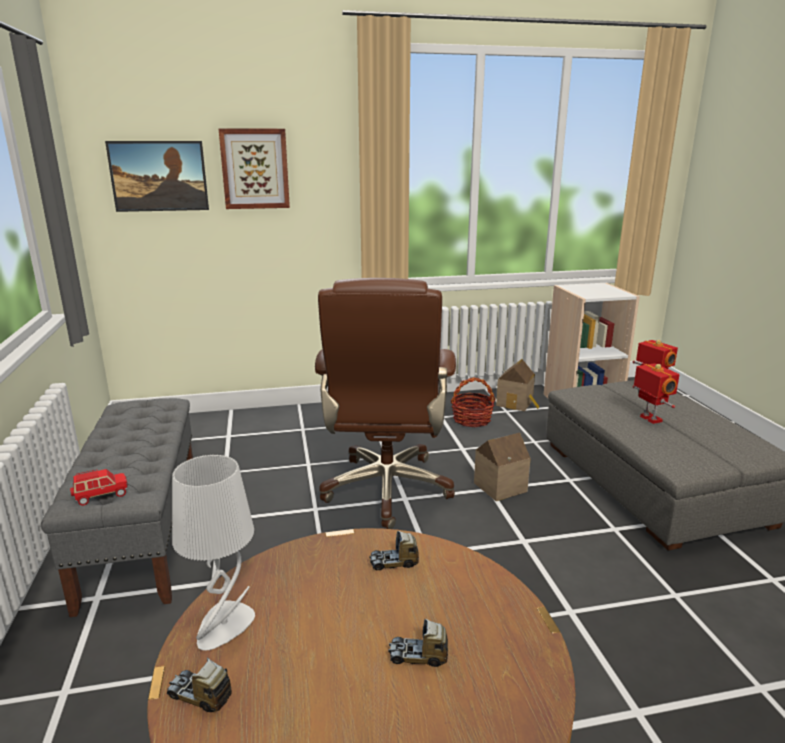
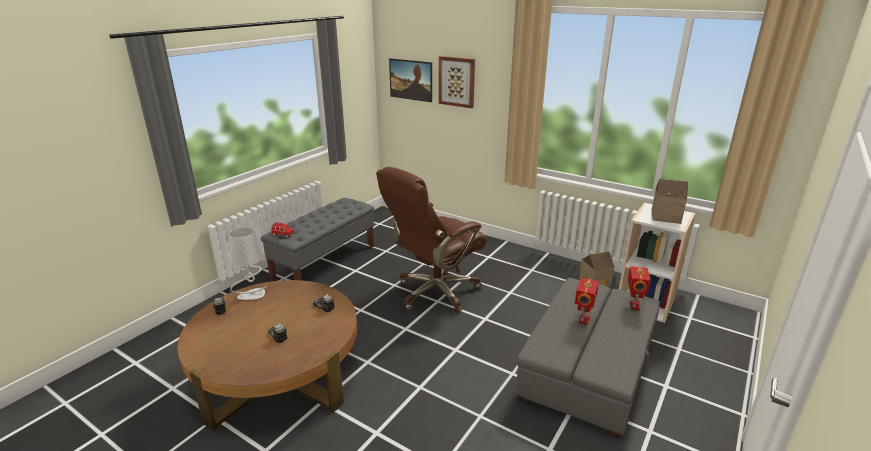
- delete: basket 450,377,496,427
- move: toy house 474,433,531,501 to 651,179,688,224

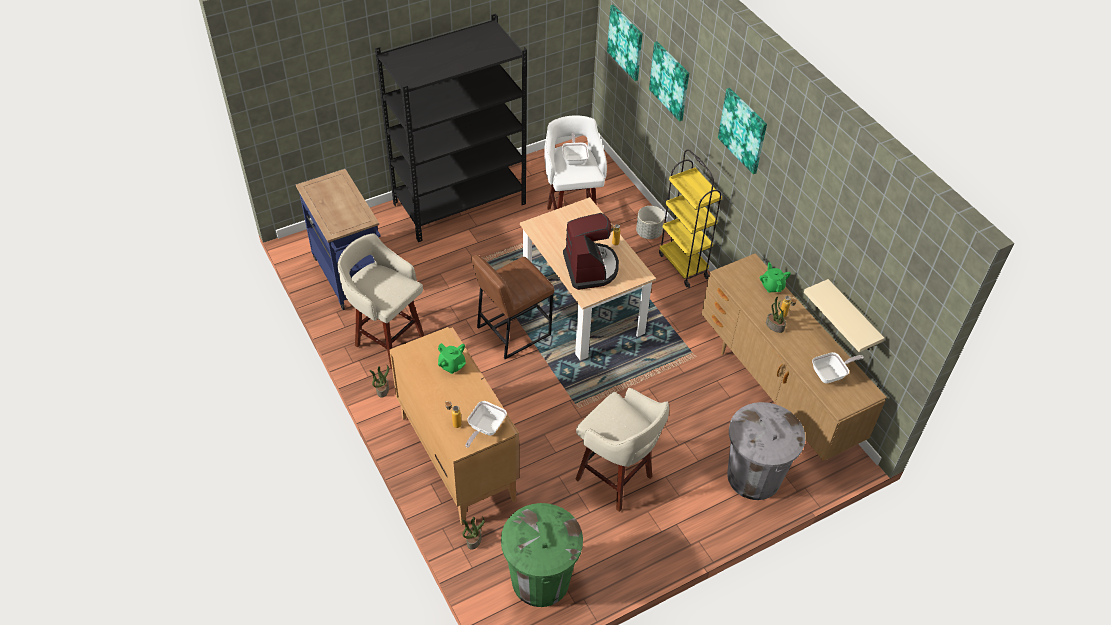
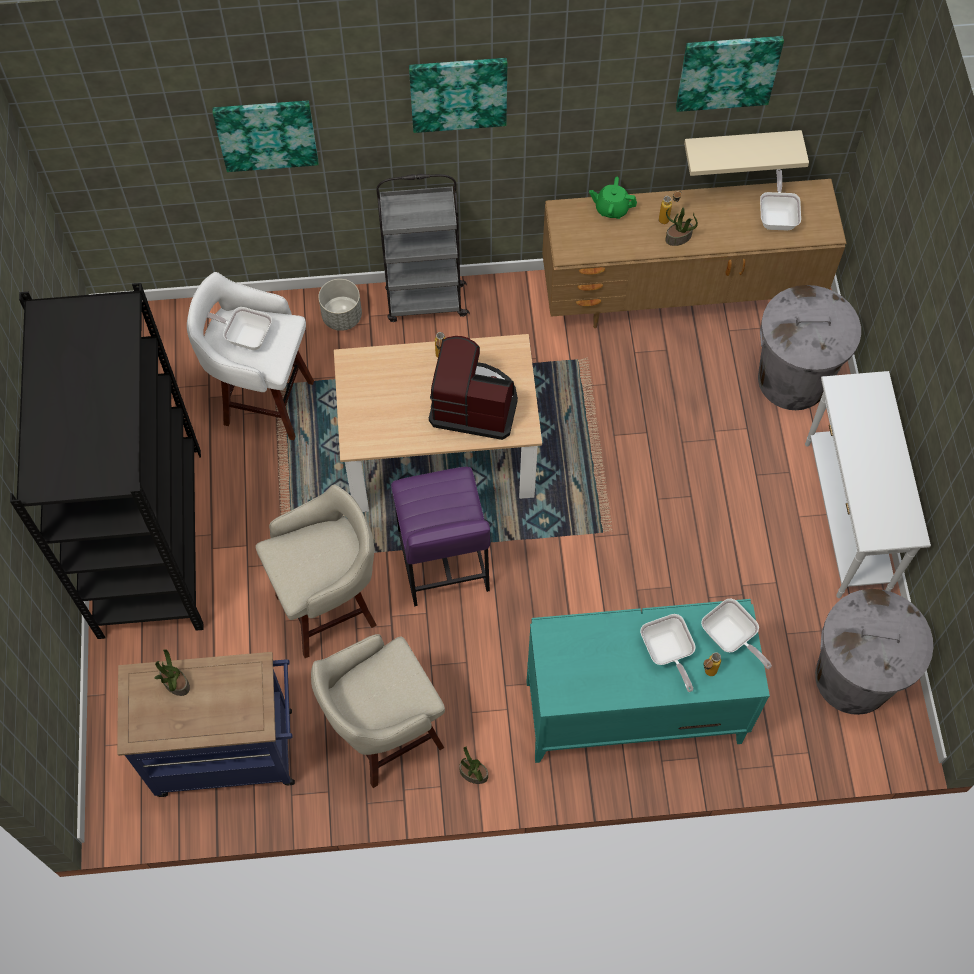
- delete: green-coloured pot for tea 438,343,466,374
- insert: pan 640,614,696,692
- insert: white console table 805,371,931,598
- move: potted plant 462,517,485,550 to 154,650,190,696
- move: beige-coloured stool seat 575,388,669,512 to 256,485,377,658
- move: wall picture 607,5,643,81 to 676,36,784,112
- recolor: brown cupboard 389,327,519,525 to turquoise cupboard 526,599,770,763
- recolor: brown chair 471,255,554,359 to purple-coloured chair 391,467,490,606
- recolor: green-coloured waste bin 501,503,583,607 to grey waste bin 815,589,933,715
- recolor: yellow wheeled cart 659,150,722,288 to grey wheeled cart 376,174,470,322

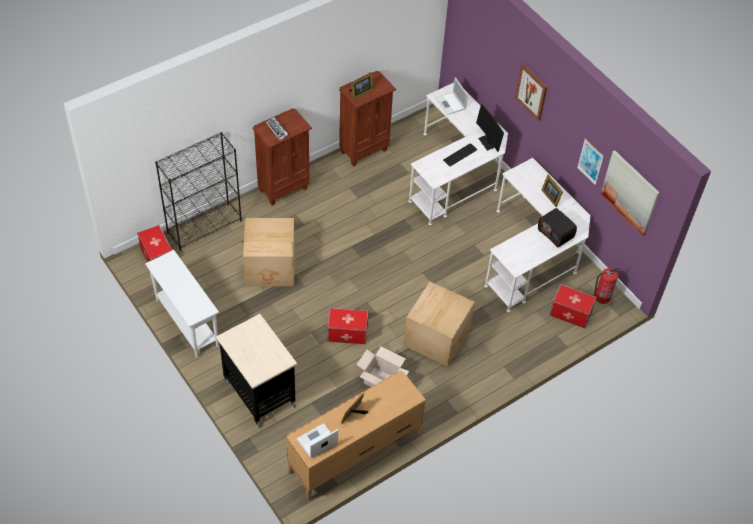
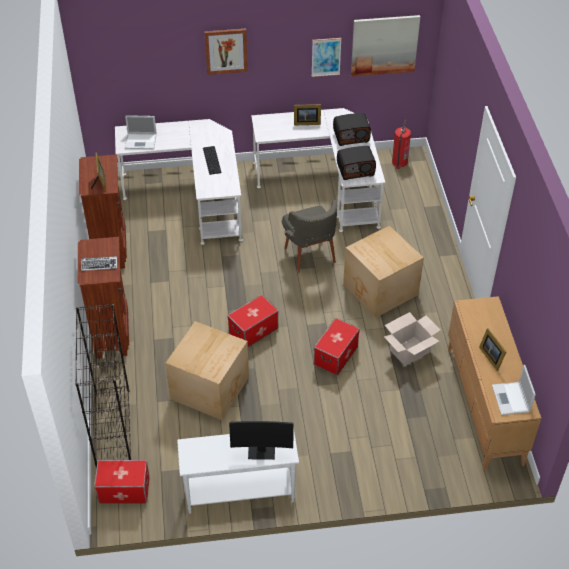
- delete: blackish wheeled cart 216,314,297,428
- insert: grey chair 282,200,337,273
- insert: radio receiver 337,146,376,180
- move: monitor 476,104,504,152 to 229,421,294,460
- move: storage bin 550,284,597,328 to 227,295,279,347

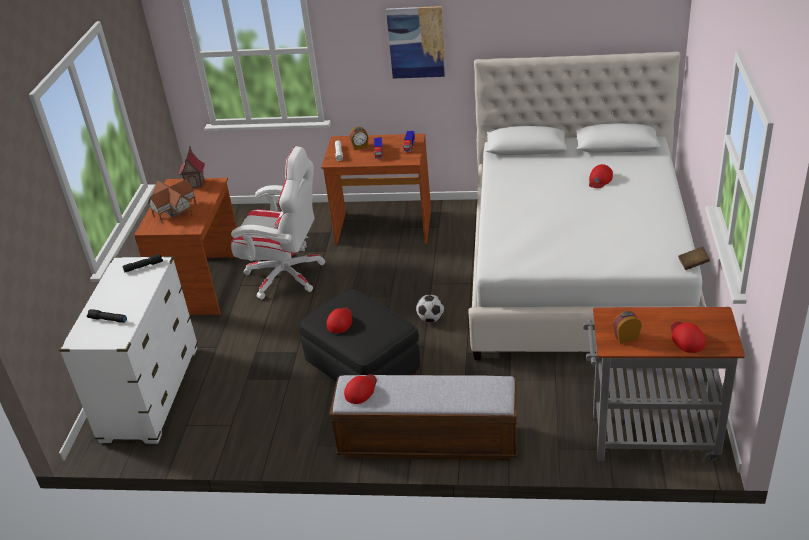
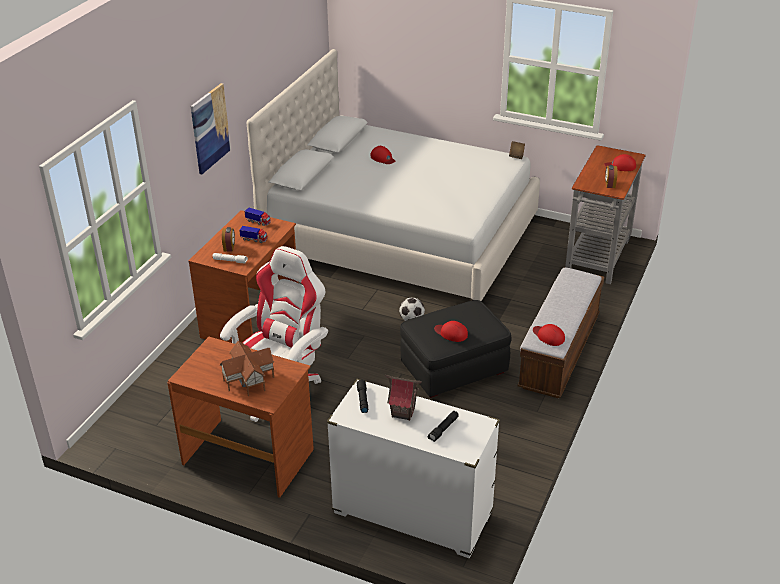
- move: toy house 179,146,205,188 to 385,375,422,421

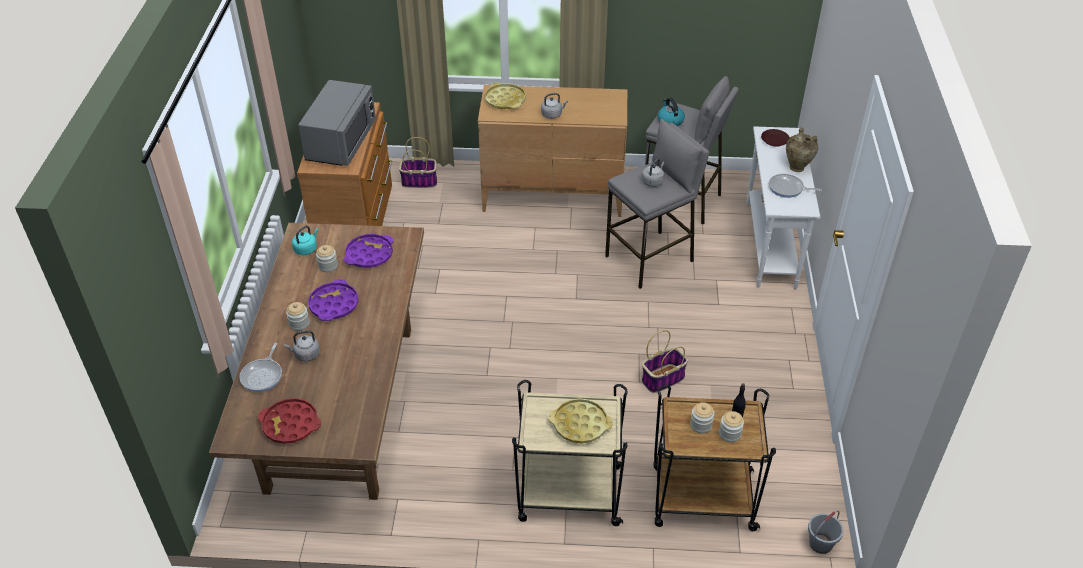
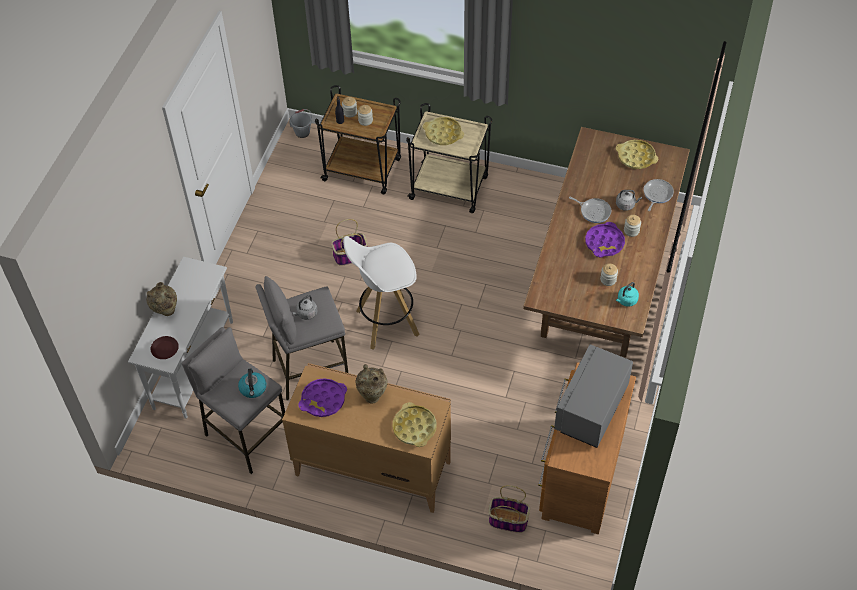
- insert: white stool seat 343,236,419,350
- move: purple-coloured carrying tray 344,234,393,268 to 298,378,347,417
- move: pan 769,174,822,198 to 569,197,611,223
- replace: grey tea kettle 541,93,568,119 to beige-coloured decorative vase 356,364,388,403
- recolor: red carrying tray 258,398,321,444 to yellow carrying tray 616,140,658,169

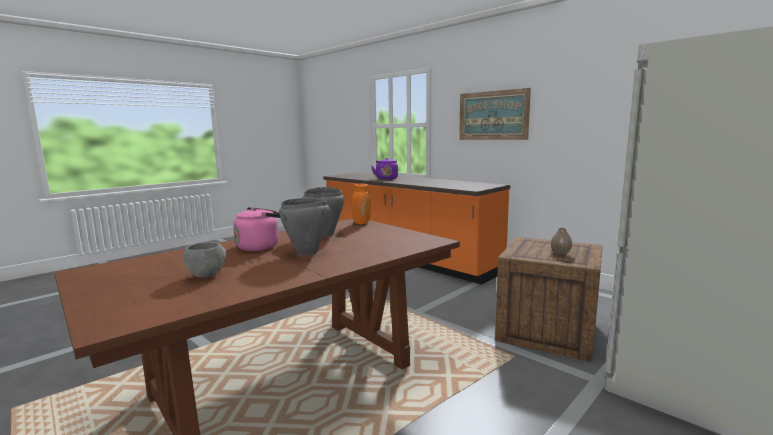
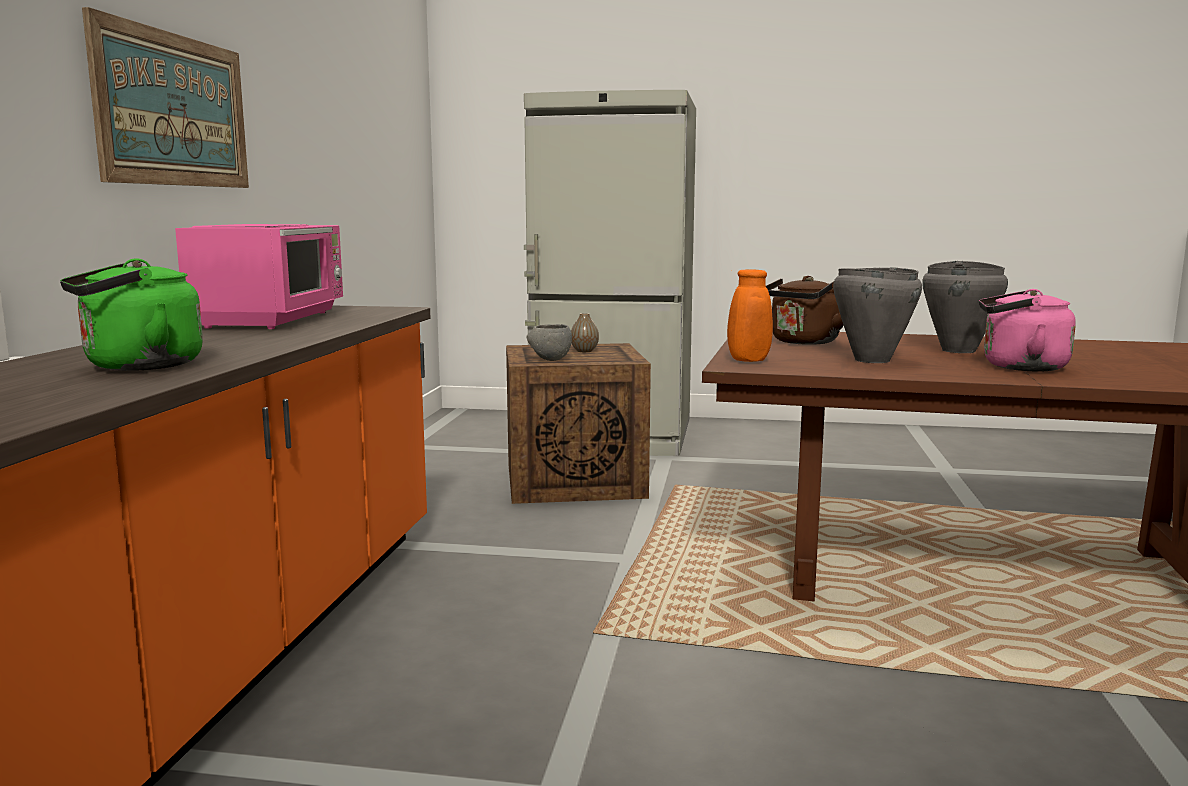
- insert: pinkish kitchen microwave 175,224,343,329
- insert: brown tea kettle 766,276,844,345
- move: grey serving bowl 183,242,227,278 to 527,324,572,361
- recolor: purple-coloured tea kettle 371,158,398,180 to green-coloured tea kettle 60,259,203,371

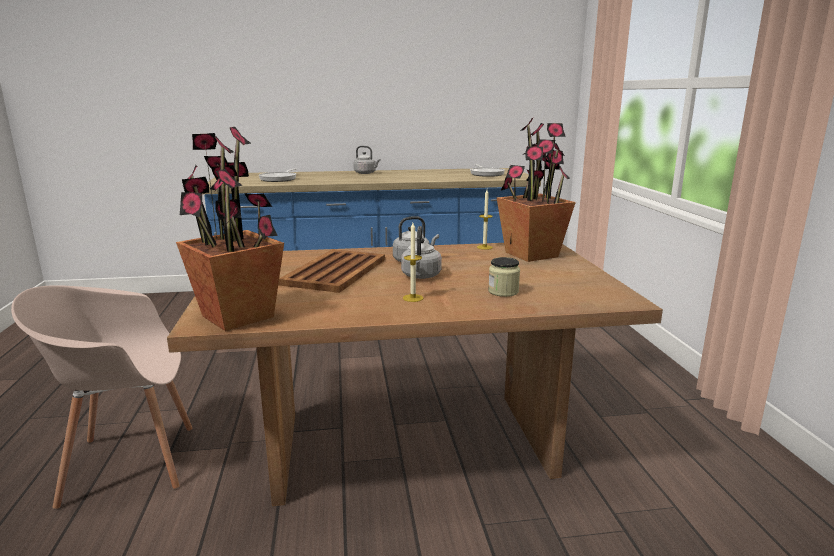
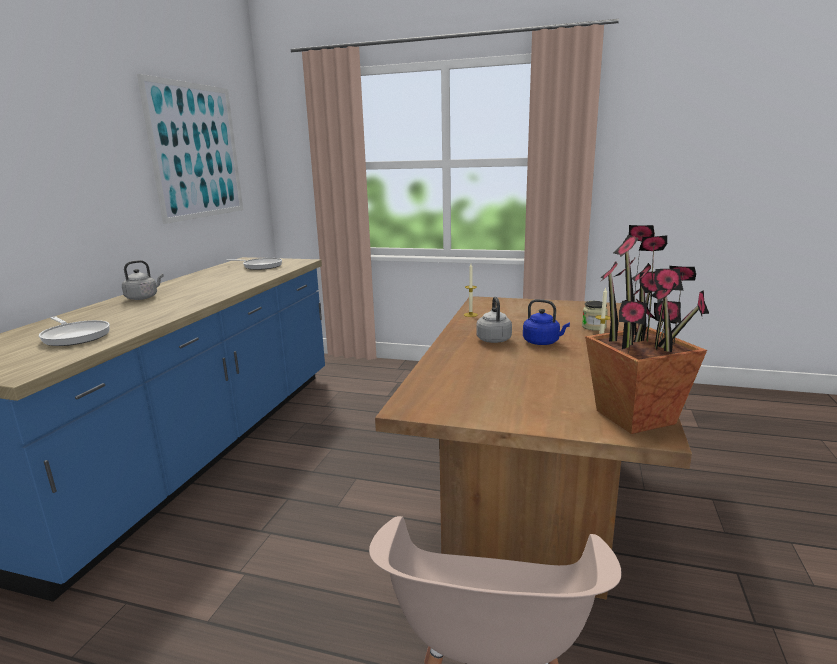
- delete: brown carrying tray 278,249,385,293
- delete: potted plant 497,118,576,262
- insert: wall picture 137,74,243,224
- recolor: grey tea kettle 401,226,442,279 to blue-coloured tea kettle 523,299,570,345

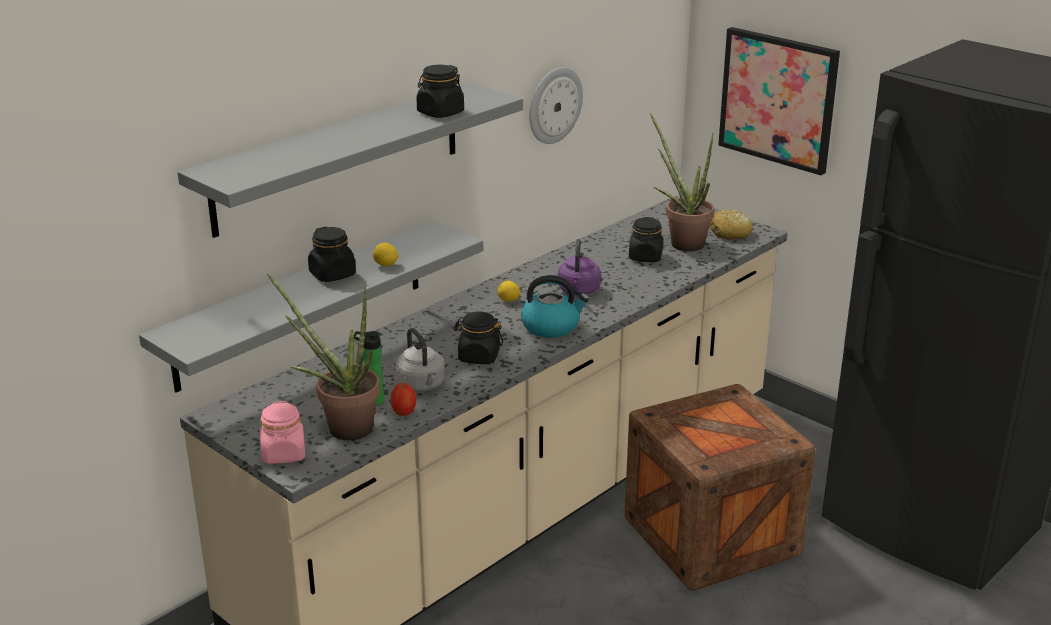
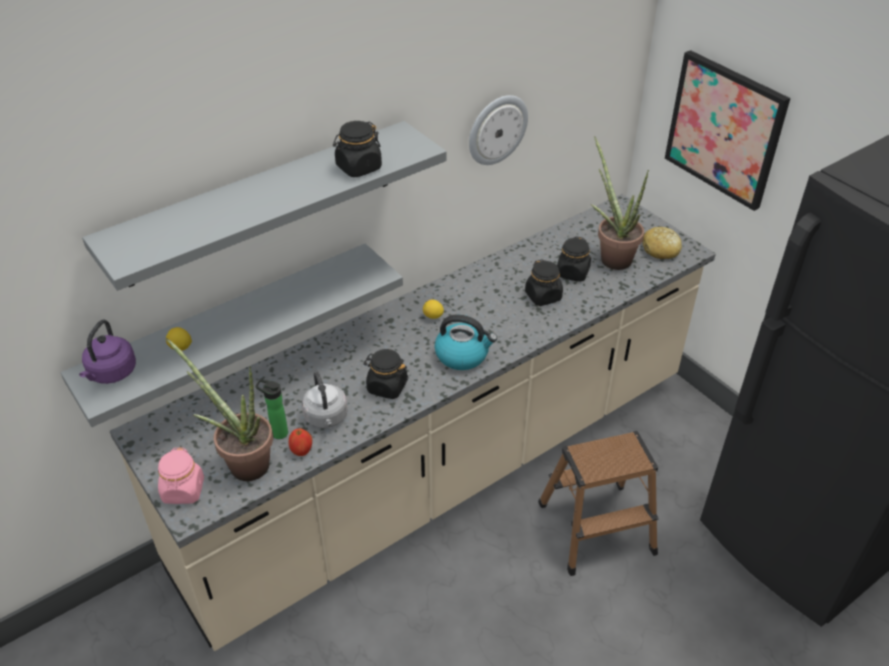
- move: blackish jar 308,227,356,282 to 525,259,563,306
- move: whole lemon 373,242,399,266 to 166,327,192,351
- move: purple-coloured tea kettle 558,239,601,295 to 79,320,136,384
- replace: crate 625,384,815,591 to brown step ladder 538,431,659,576

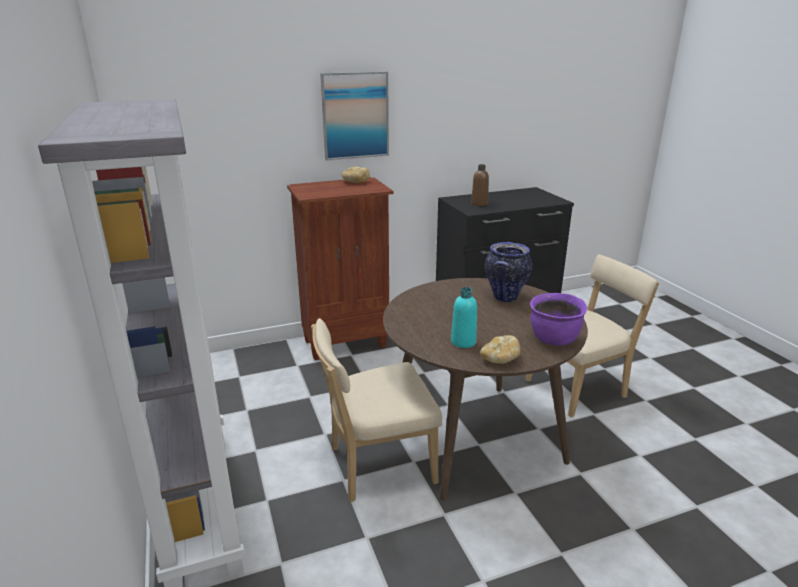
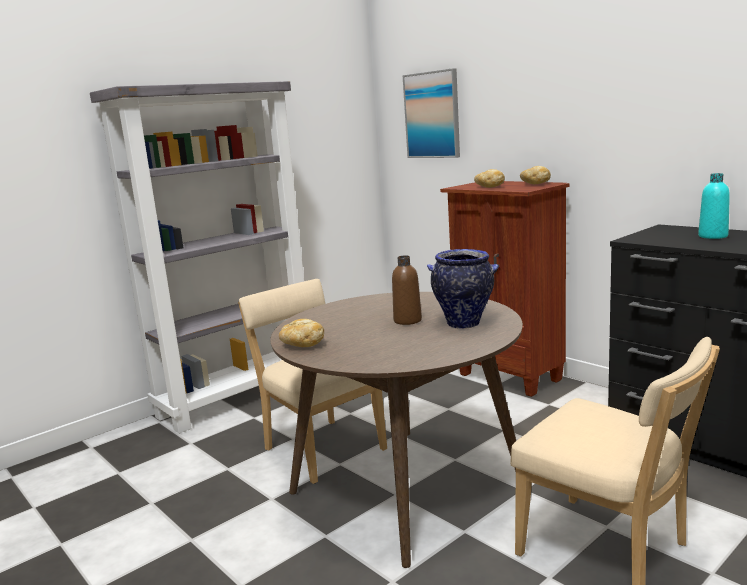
- delete: purple-coloured stockpot 530,293,587,346
- insert: bread 474,169,505,188
- move: wall picture 320,71,389,160 to 403,68,460,158
- move: turquoise beverage bottle 451,287,477,348 to 698,173,730,239
- move: brown beverage bottle 471,164,489,206 to 392,255,422,325

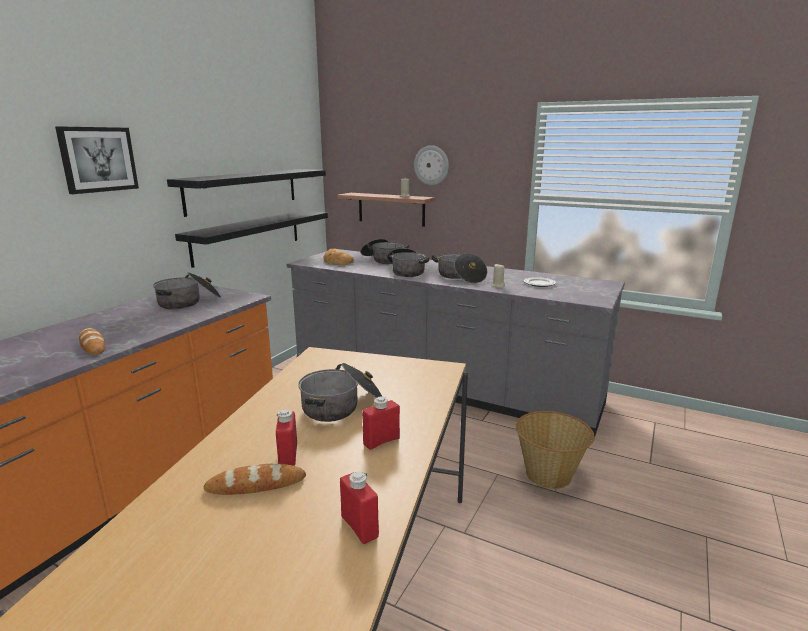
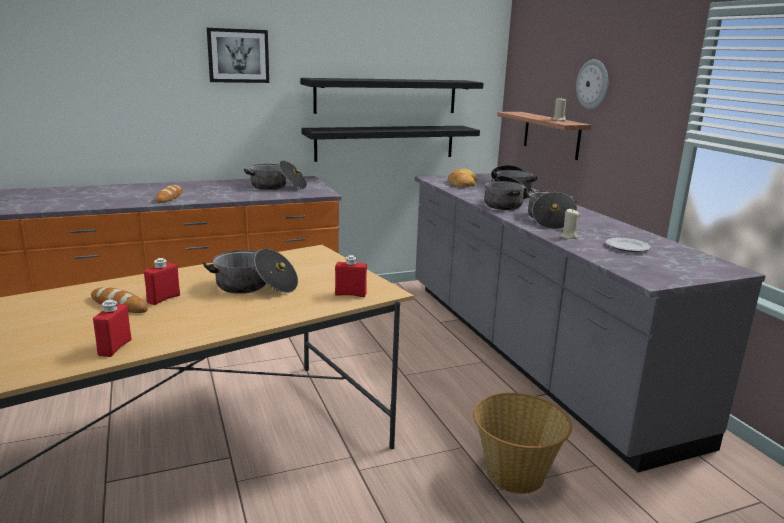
- move: red beverage bottle 362,396,400,450 to 335,255,367,297

